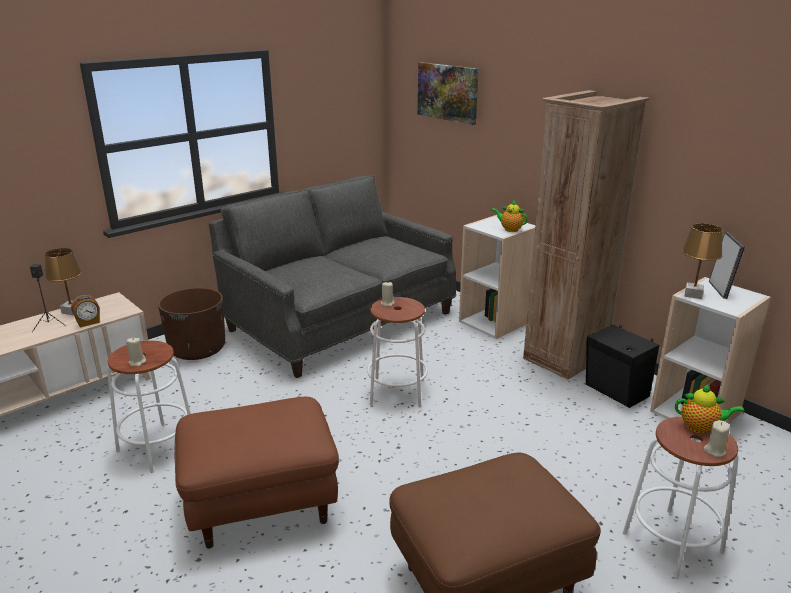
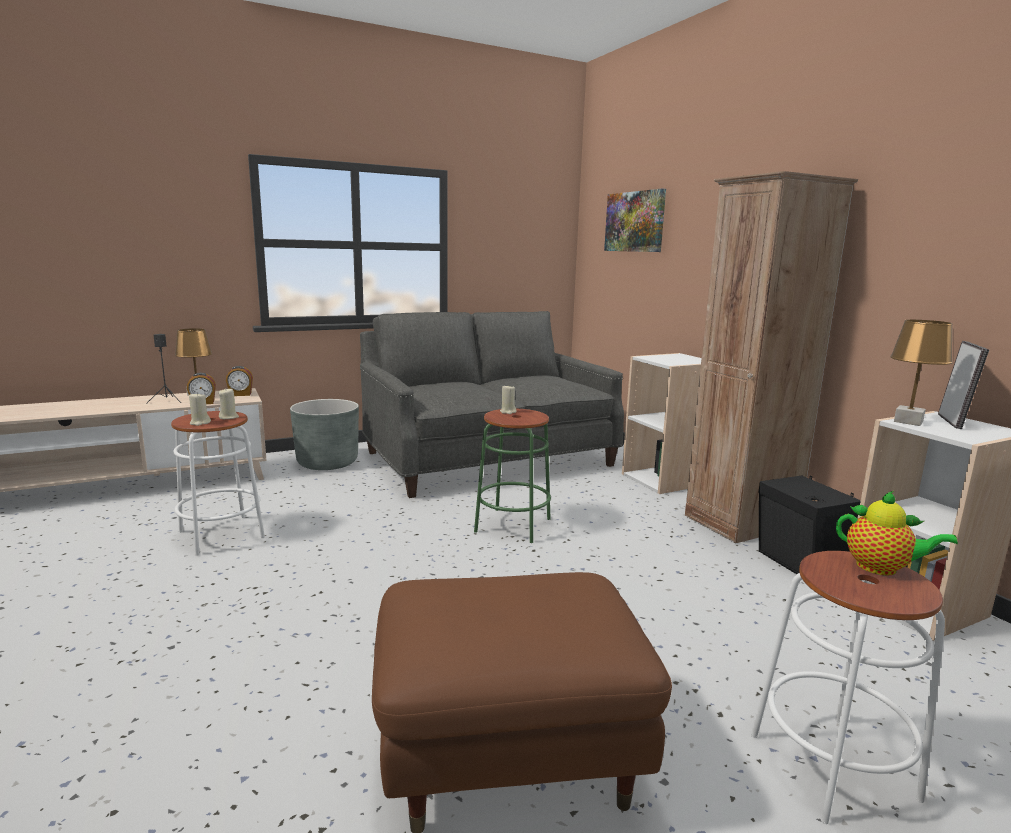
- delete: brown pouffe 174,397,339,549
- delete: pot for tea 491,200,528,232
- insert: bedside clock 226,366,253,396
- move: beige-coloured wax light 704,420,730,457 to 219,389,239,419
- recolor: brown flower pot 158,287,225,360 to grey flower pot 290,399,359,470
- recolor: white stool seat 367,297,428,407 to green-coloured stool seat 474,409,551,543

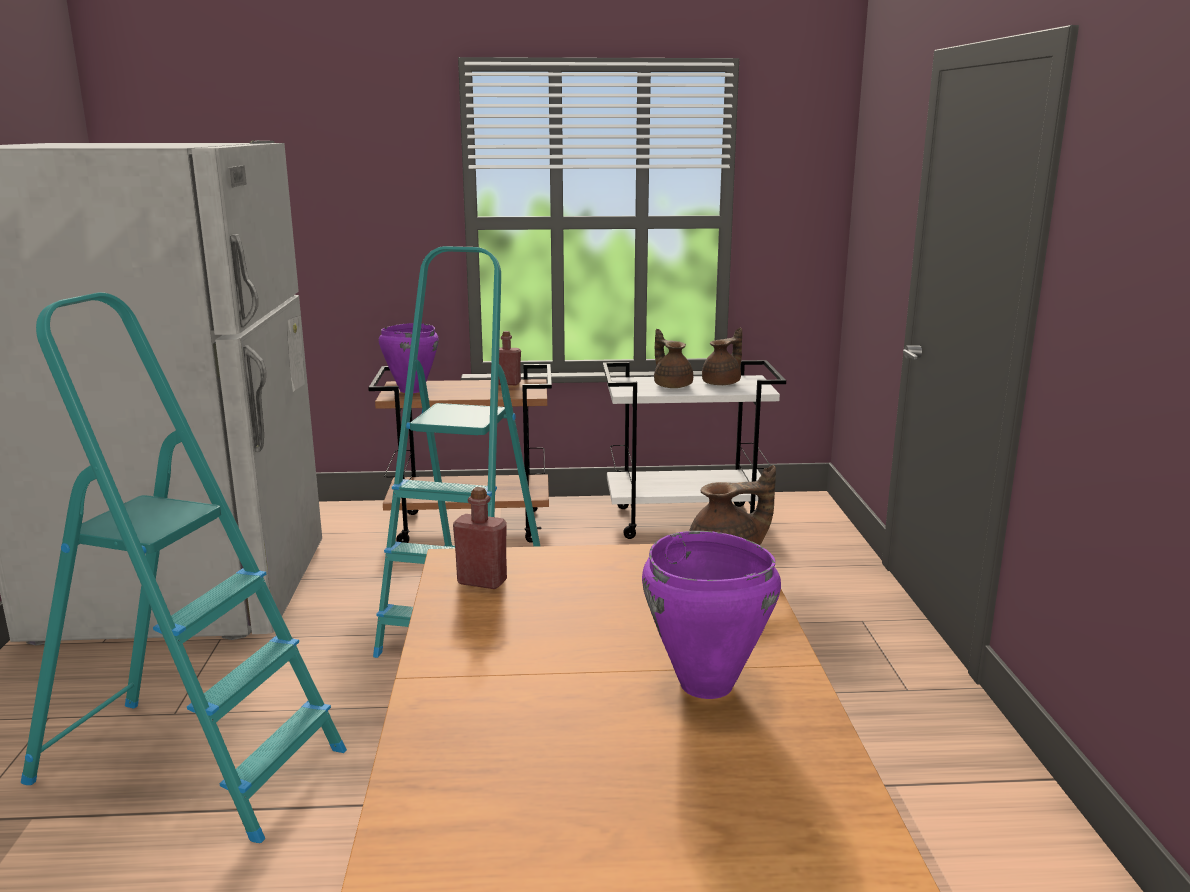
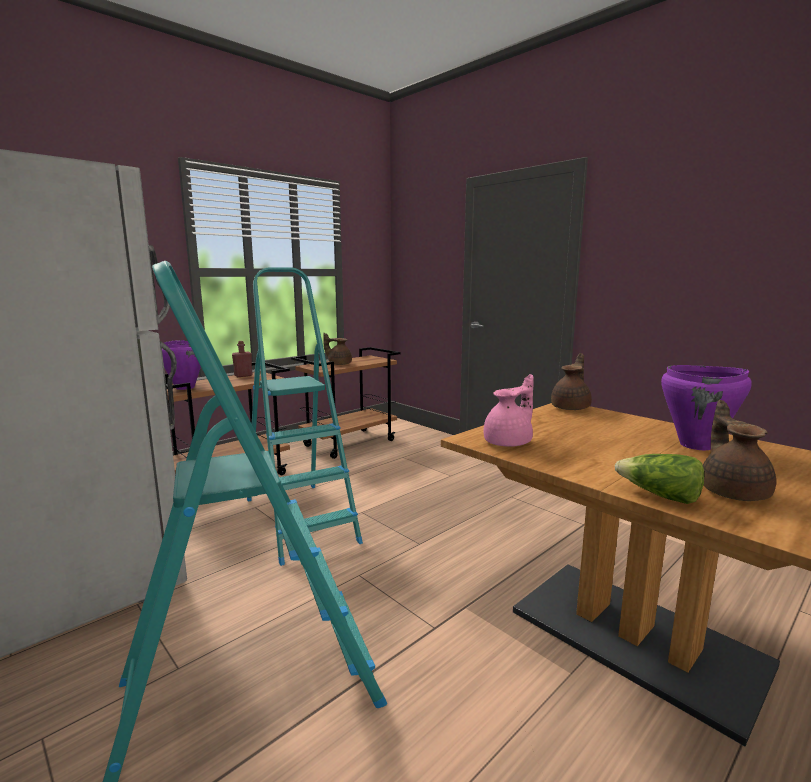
- insert: head of lettuce 615,454,704,504
- move: brown pot for tea 702,327,742,385 to 703,400,776,501
- replace: red beverage bottle 453,487,507,589 to pinkish pot for tea 483,374,534,447
- recolor: white wheeled cart 603,360,786,539 to brown wheeled cart 291,347,400,459

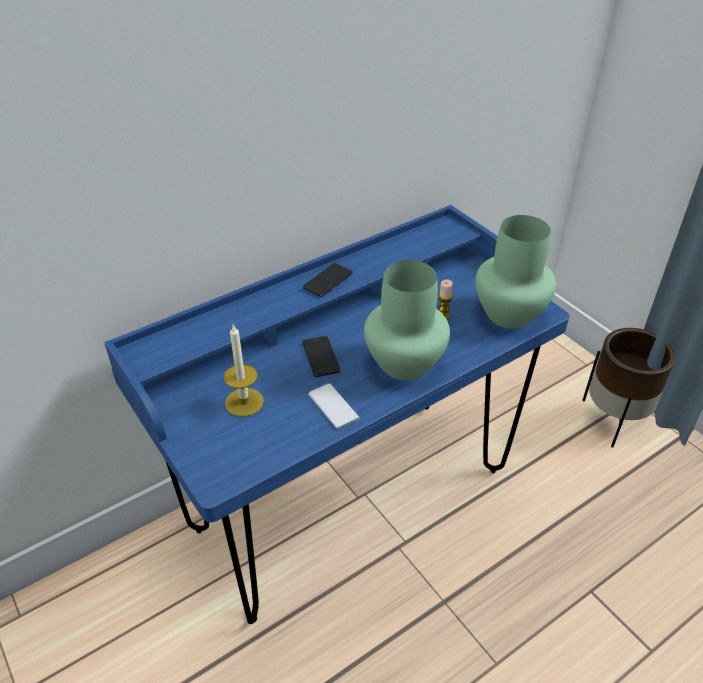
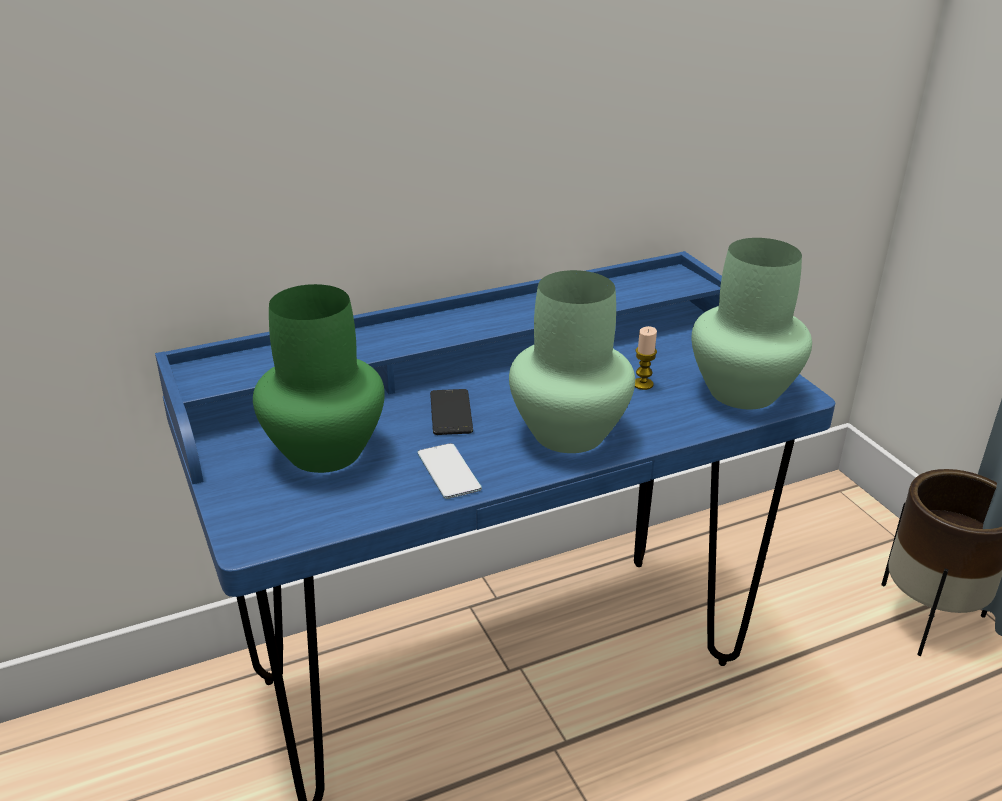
- delete: handset 303,263,353,297
- replace: wax light 223,325,264,417 to green-coloured decorative vase 253,284,385,473

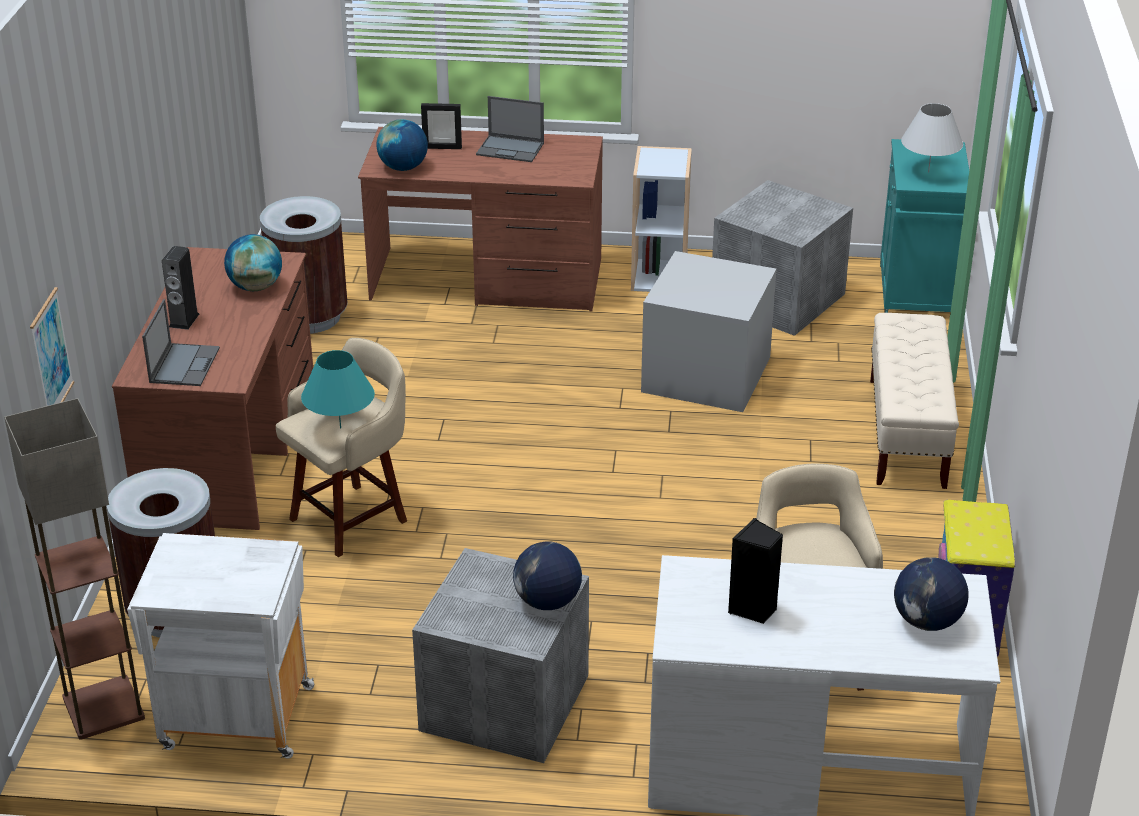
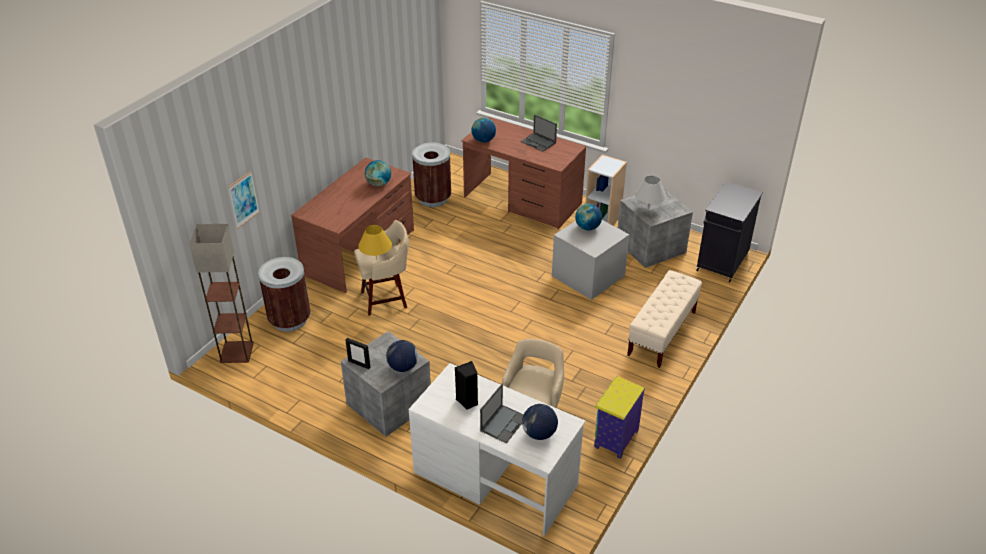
- delete: white wheeled cart 127,533,314,759
- delete: loudspeaker 162,246,199,330
- insert: world globe 575,204,602,230
- move: laptop 142,299,220,386 to 480,384,524,444
- move: standing frame 421,103,462,149 to 345,338,370,369
- move: white lamp for a table 901,103,963,173 to 635,176,666,209
- recolor: turquoise lamp for a table 301,350,375,428 to yellow lamp for a table 358,225,392,260
- recolor: turquoise cupboard 880,139,969,313 to blackish cupboard 696,182,763,282

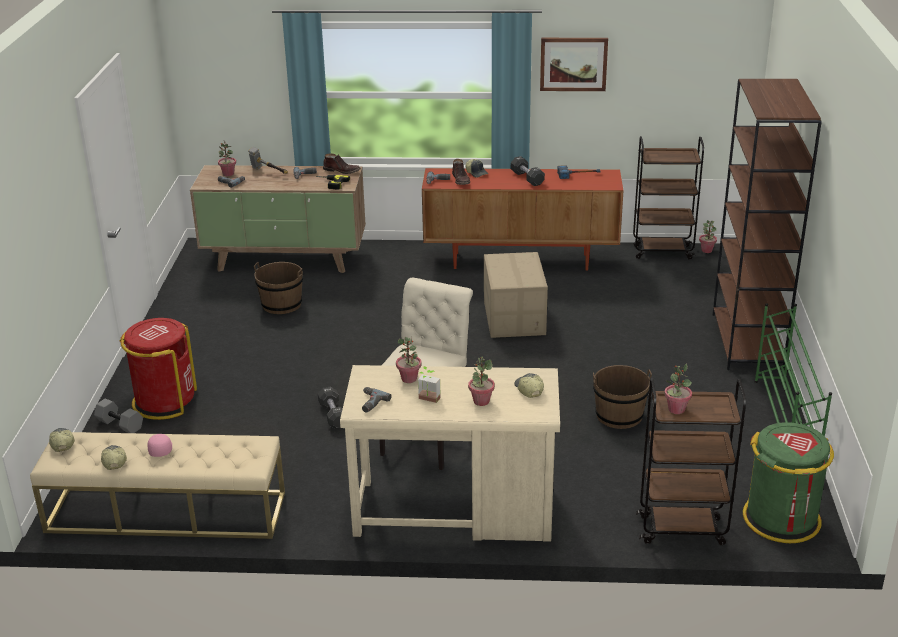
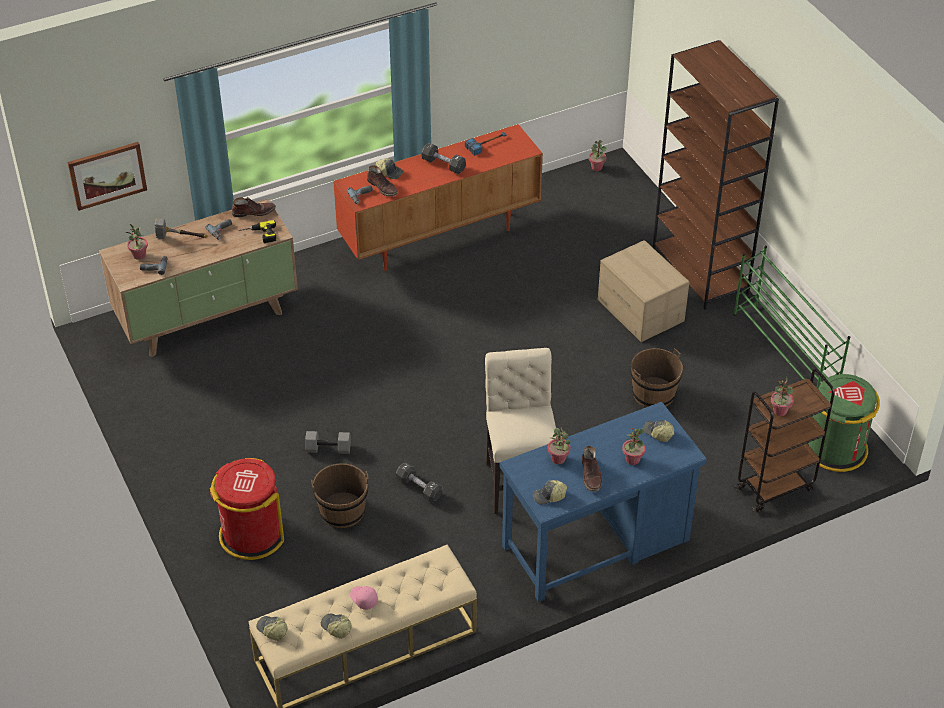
- delete: brown wheeled cart 633,136,704,260
- move: grey dumbbell 94,399,143,433 to 305,431,351,454
- move: brown bucket 254,262,303,314 to 311,463,368,528
- move: cardboard box 484,252,548,338 to 598,240,689,342
- move: wall picture 540,38,608,91 to 67,142,147,211
- replace: power drill 362,387,391,413 to baseball cap 533,480,567,505
- replace: potted plant 418,366,441,403 to brown tall boot 582,446,602,492
- recolor: beige-coloured desk 340,365,560,542 to blue-coloured desk 499,402,707,602

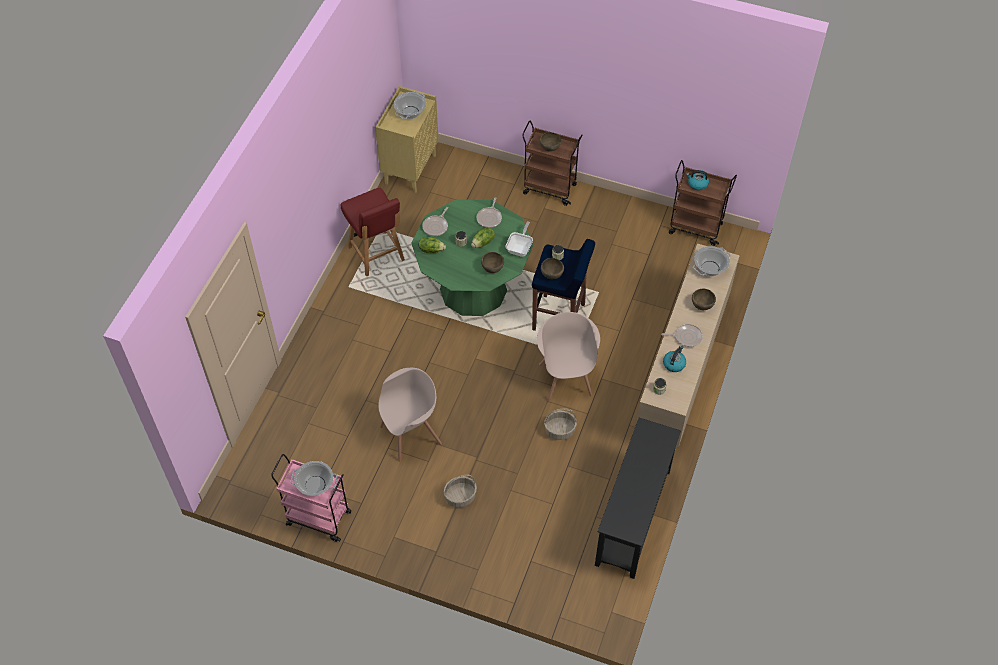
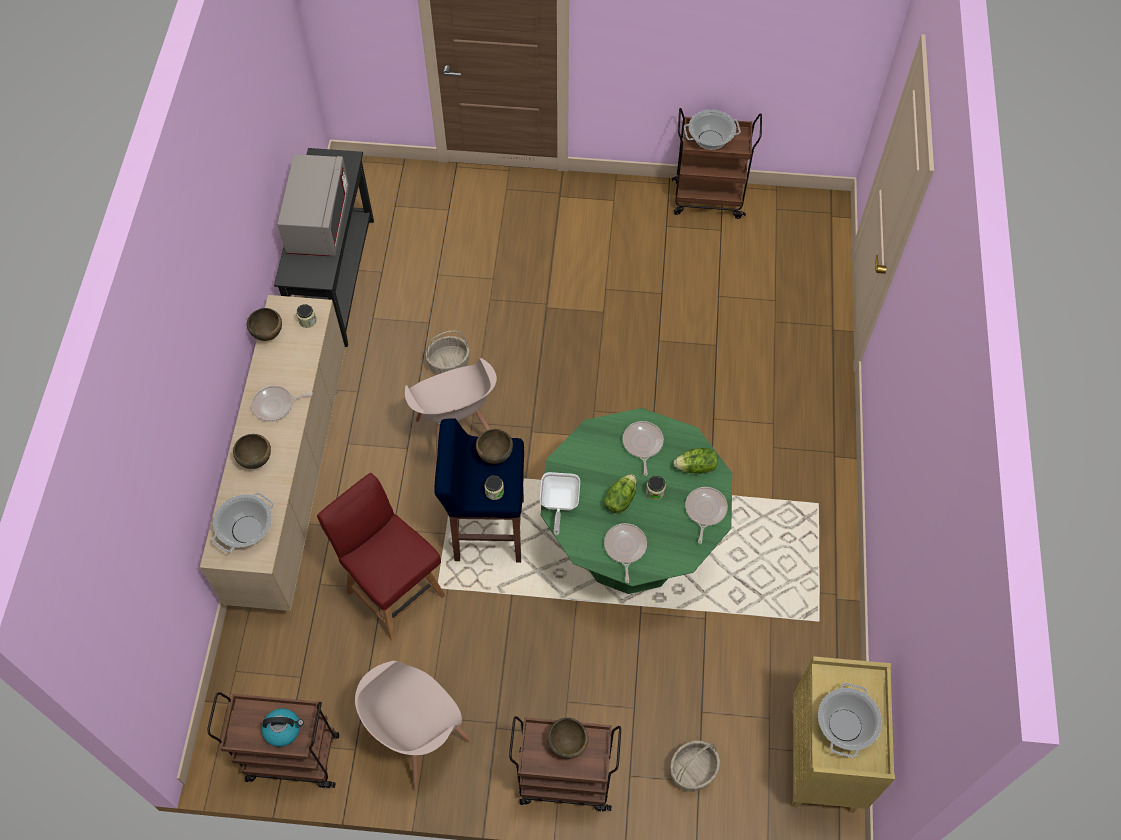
- delete: tea kettle 663,346,686,372
- insert: grey kitchen microwave 277,154,349,256
- insert: pan 623,421,664,476
- move: red chair 340,188,405,276 to 317,473,445,641
- move: beige-coloured chair 378,368,442,462 to 355,661,471,791
- move: basket 444,474,477,508 to 670,741,720,792
- move: brown serving bowl 481,252,504,273 to 247,308,282,341
- recolor: pinkish wheeled cart 271,454,351,542 to brown wheeled cart 672,108,762,219

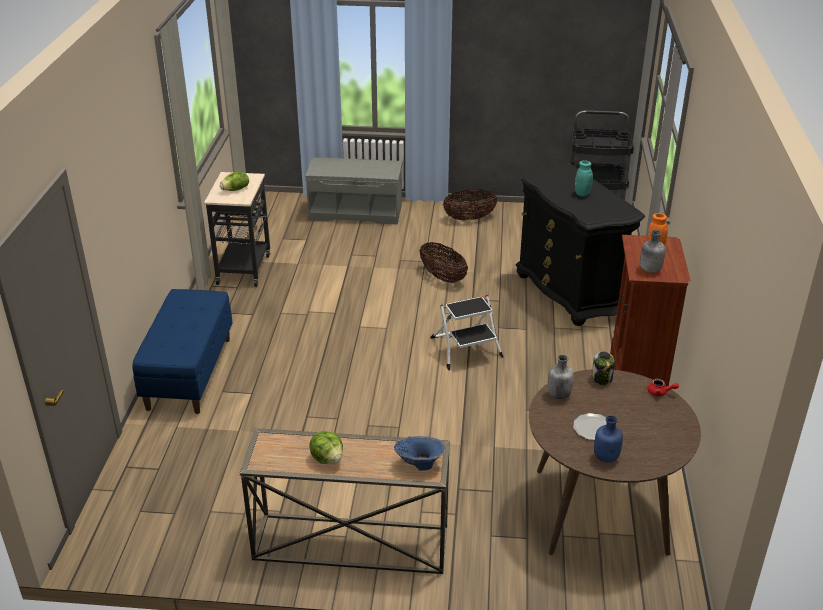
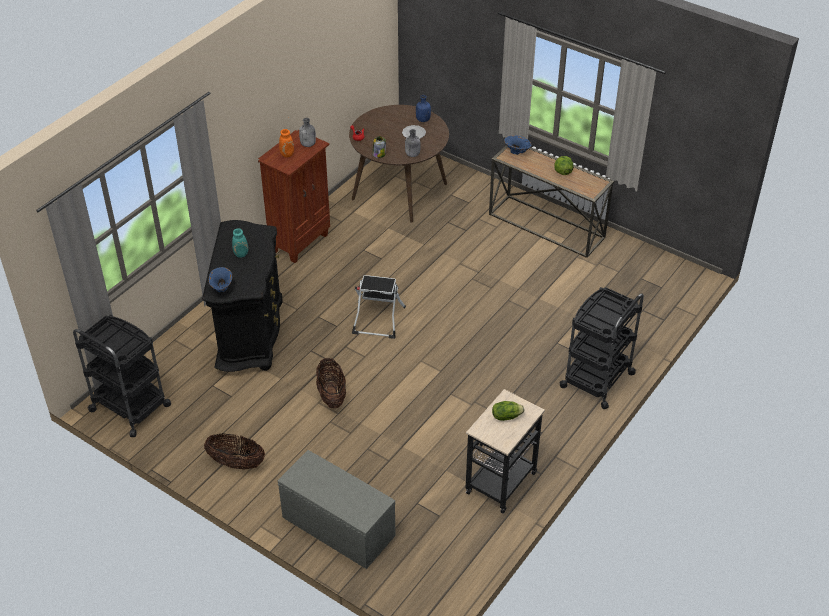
- insert: blue-coloured decorative vase 209,267,232,292
- replace: blue-coloured long seat 132,289,233,414 to blackish wheeled cart 560,287,644,409

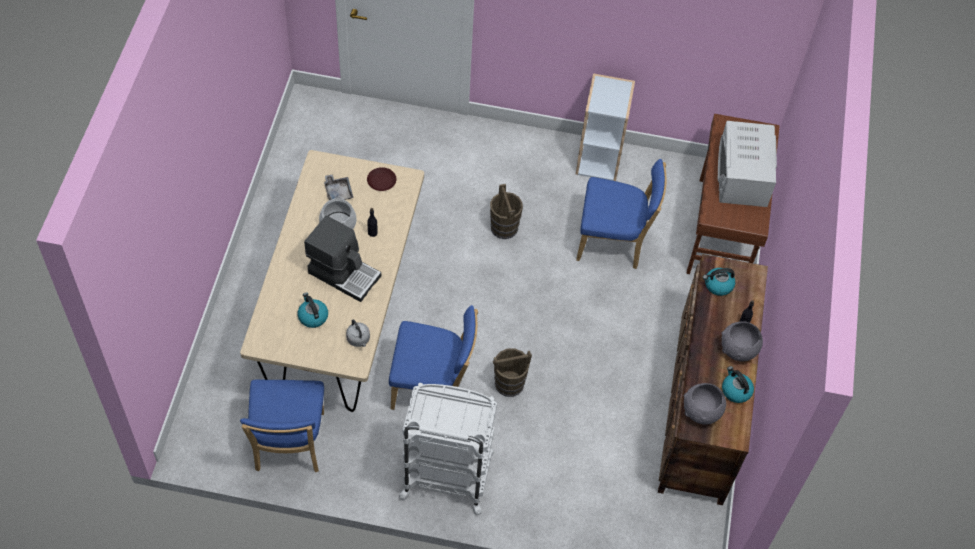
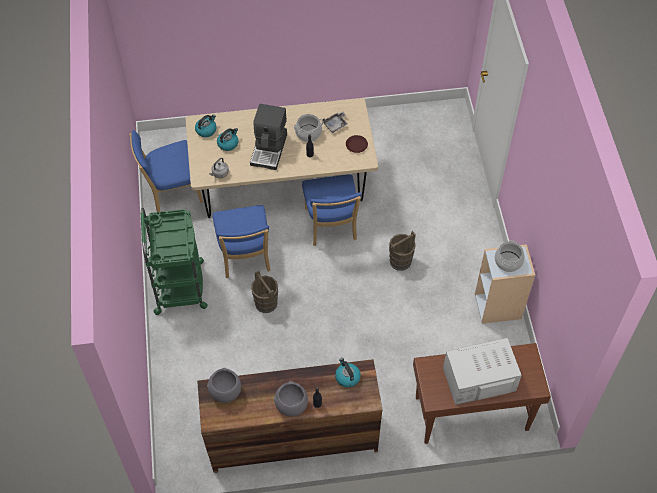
- insert: stockpot 495,240,525,272
- move: blue-coloured chair 576,159,666,269 to 302,174,361,246
- move: tea kettle 722,366,754,403 to 195,114,217,137
- recolor: white wheeled cart 399,383,497,515 to green-coloured wheeled cart 141,208,208,315

